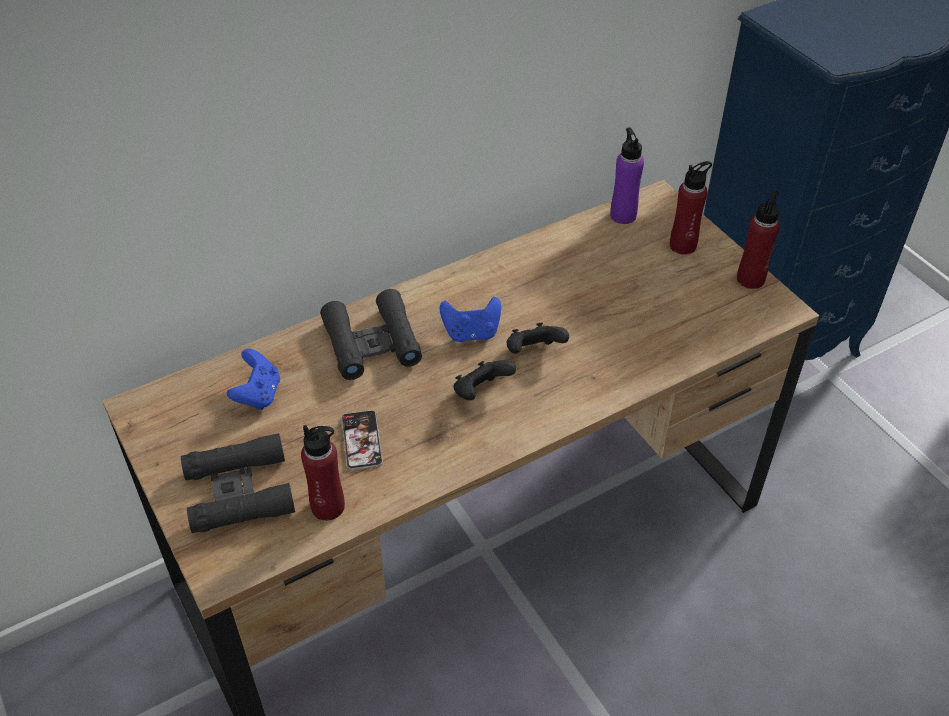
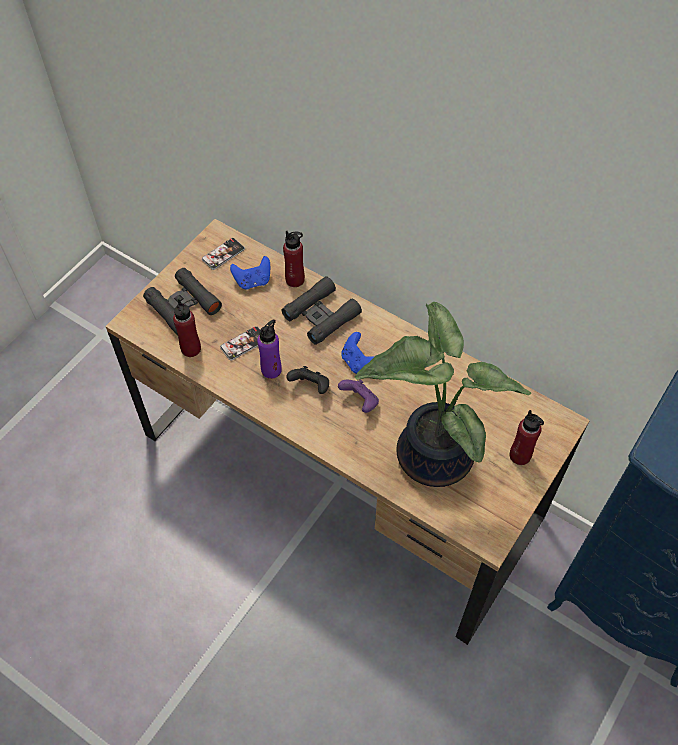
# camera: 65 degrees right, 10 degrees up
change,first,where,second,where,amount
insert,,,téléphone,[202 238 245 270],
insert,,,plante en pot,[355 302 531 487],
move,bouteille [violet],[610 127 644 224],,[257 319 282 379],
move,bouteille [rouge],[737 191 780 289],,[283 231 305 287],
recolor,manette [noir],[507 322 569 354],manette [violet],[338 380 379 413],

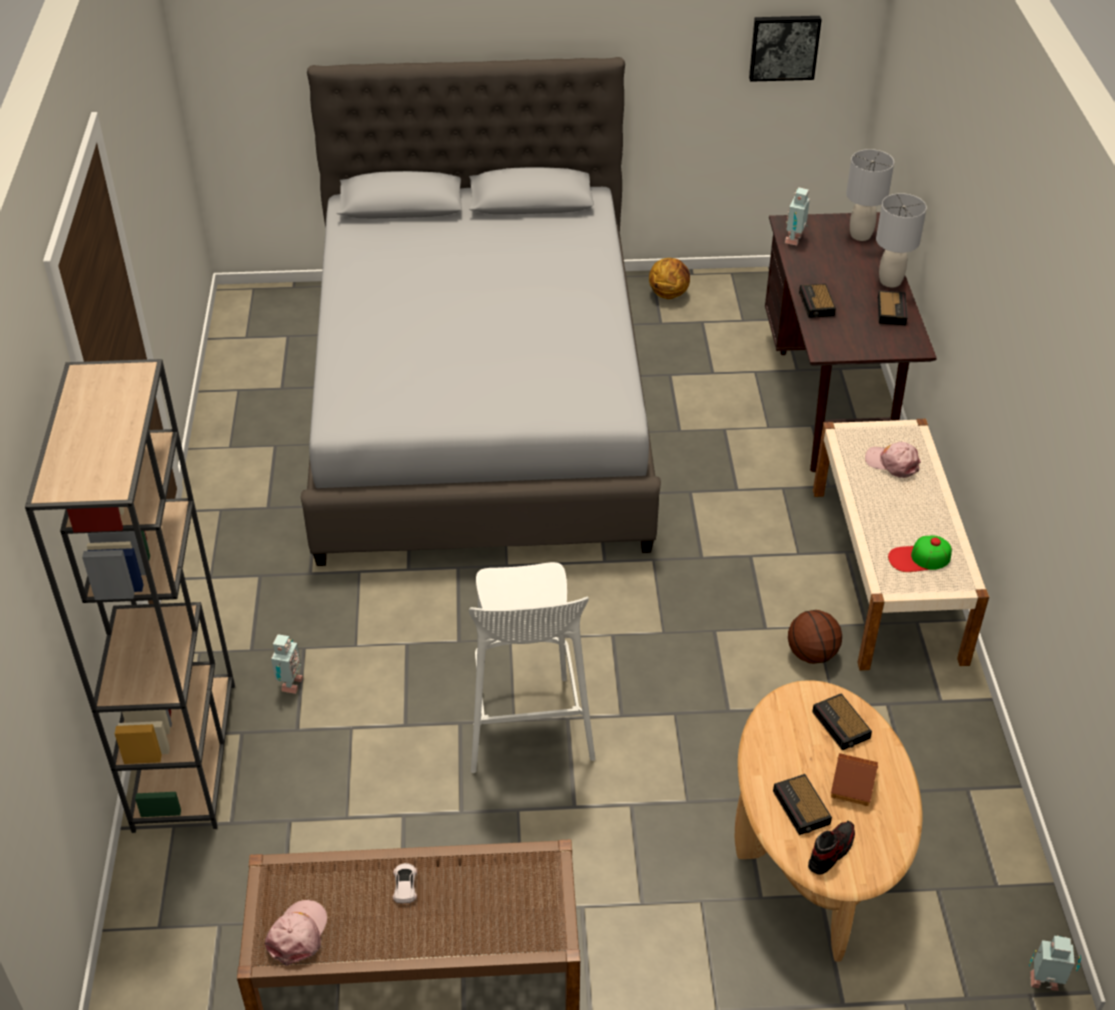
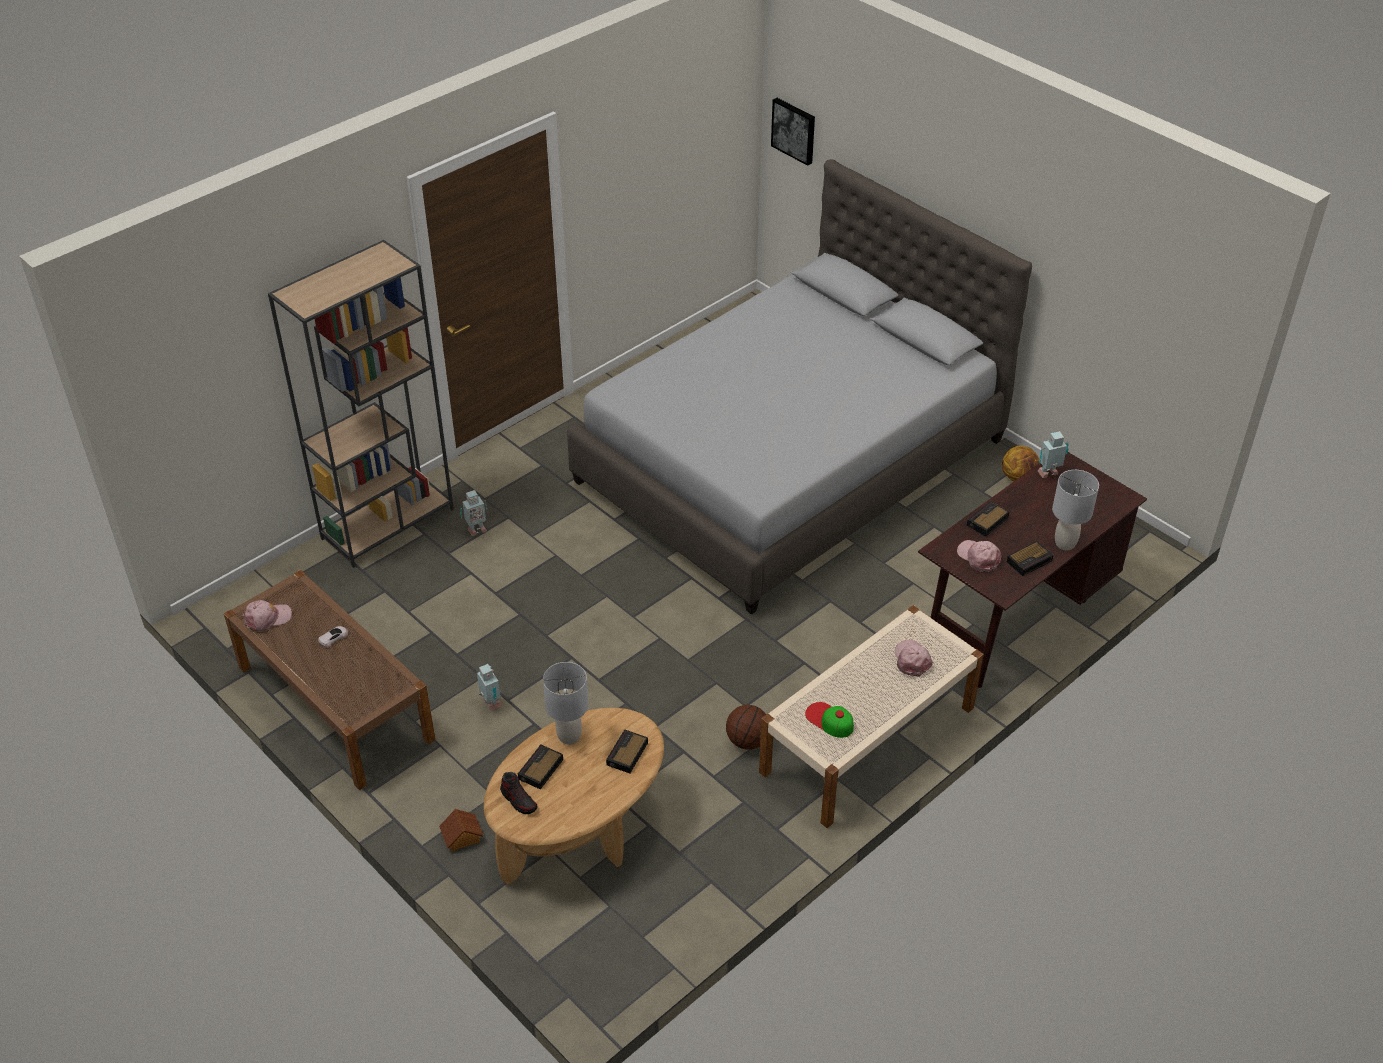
# camera: 50 degrees right, 0 degrees up
change,first,where,second,where,amount
delete,tabouret [blanc],[469 562 595 773],,,
insert,,,casquette [rose],[957 540 1002 572],
move,tableau,[749 16 822 82],,[771 98 815 166],
move,maison miniature,[831 753 878 806],,[439 809 484 852],
move,lampe de table [gris],[846 149 894 241],,[543 662 588 745],
move,robot jouet,[1029 935 1081 991],,[477 664 502 711],
rotate,chaussure,[808 821 855 875],,[500 772 537 814],45 degrees clockwise

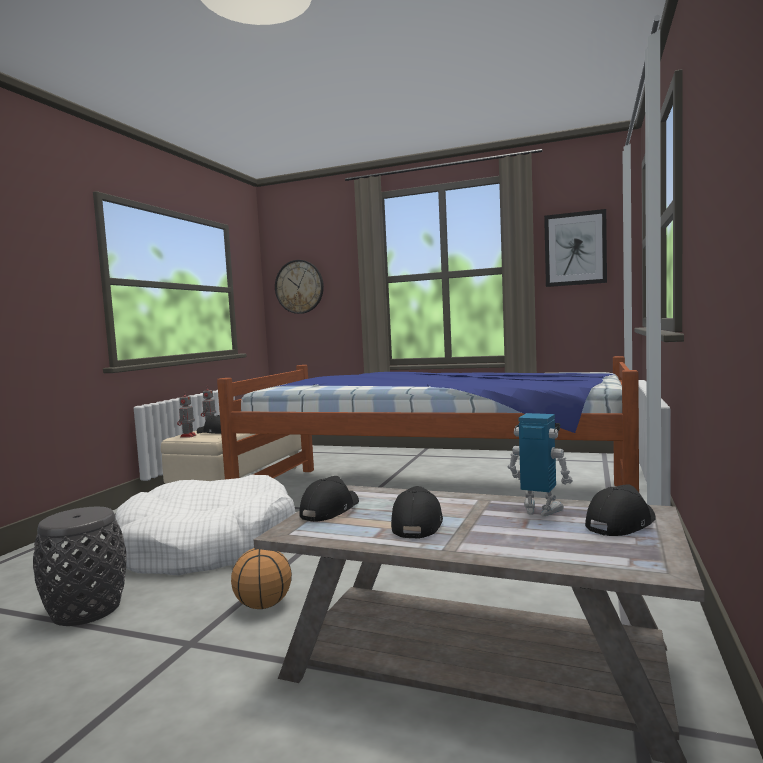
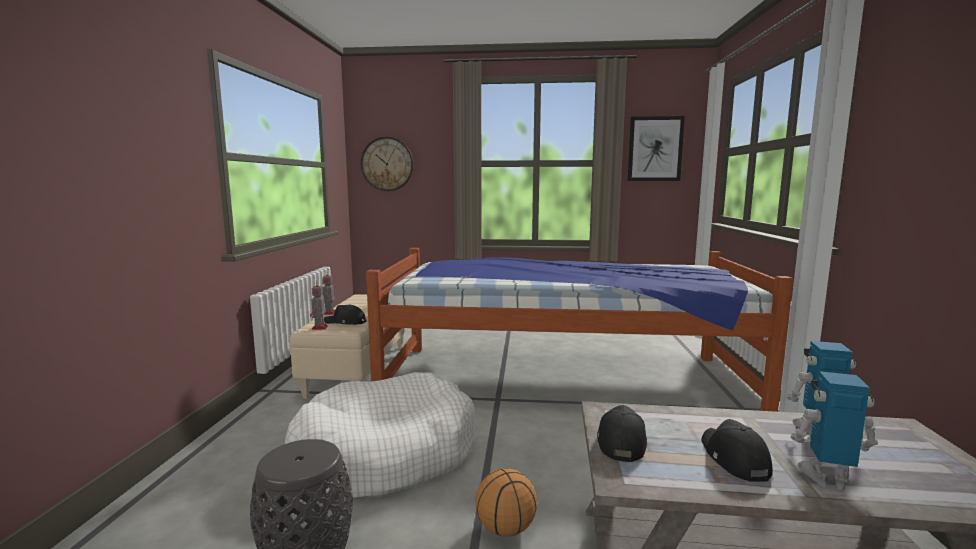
# camera: 15 degrees left, 5 degrees up
change,first,where,second,where,amount
delete,casquette [noir],[585 485 656 536],,,
insert,,,robot jouet,[791 371 878 490],

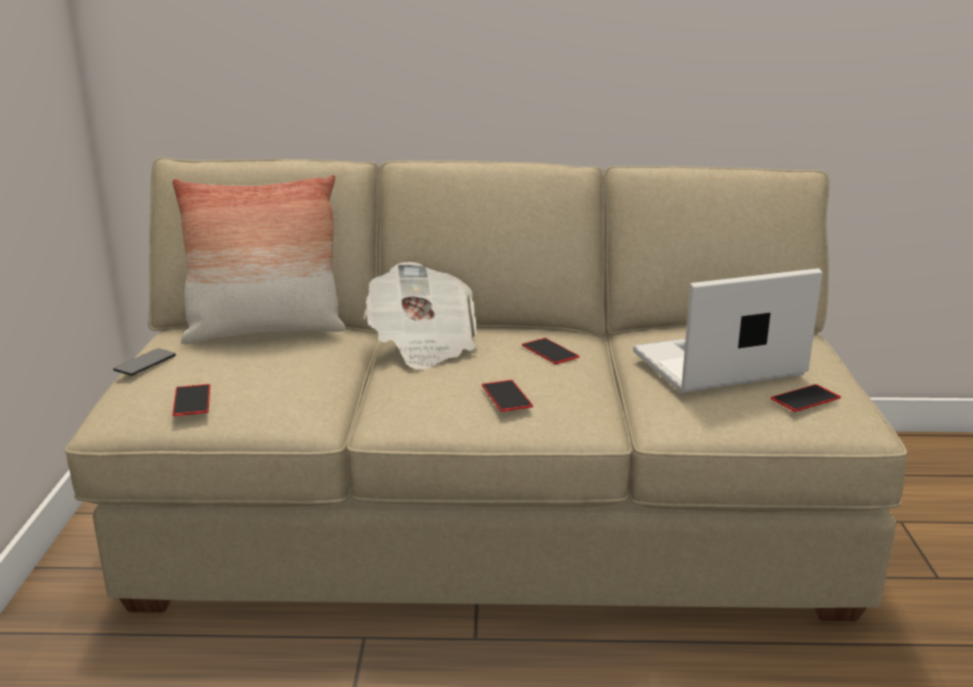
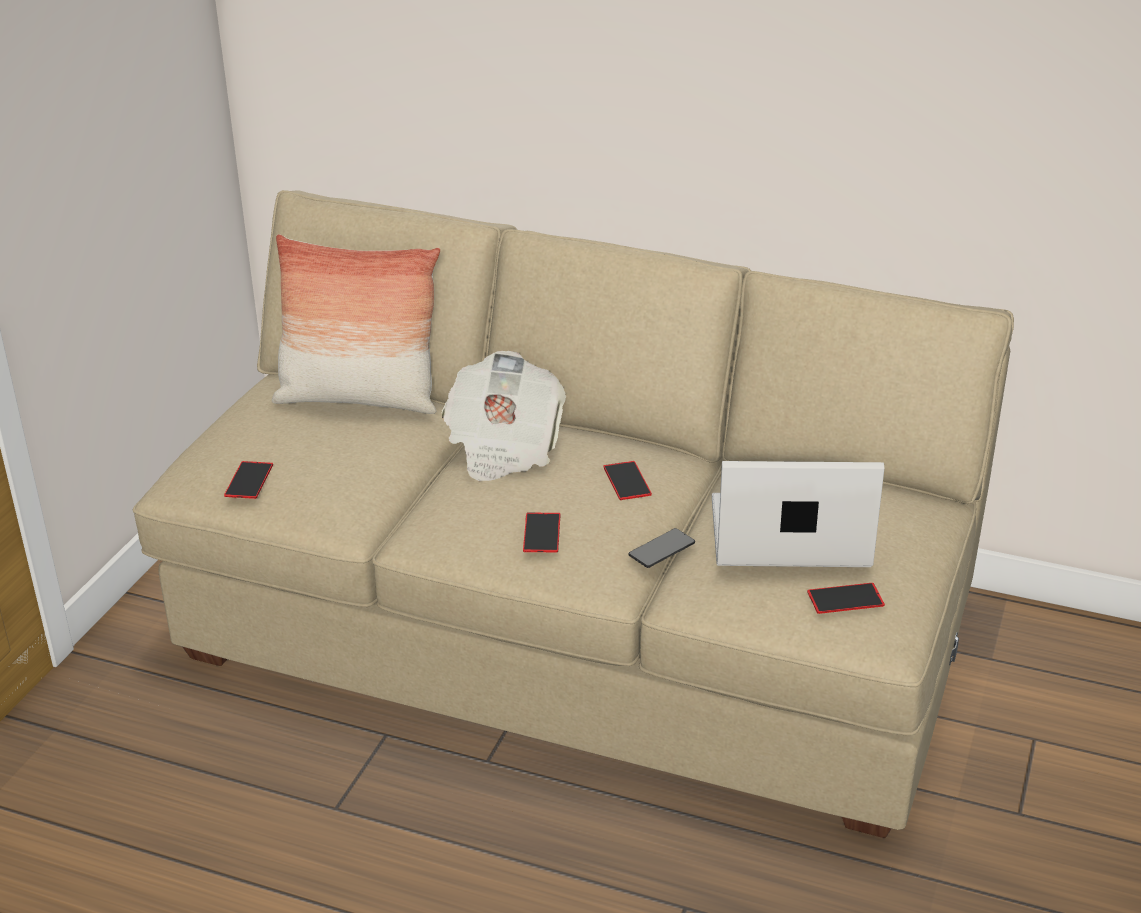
# camera: 20 degrees right, 10 degrees up
change,first,where,second,where,amount
move,téléphone,[113 348 176 376],,[628 528 695 568],

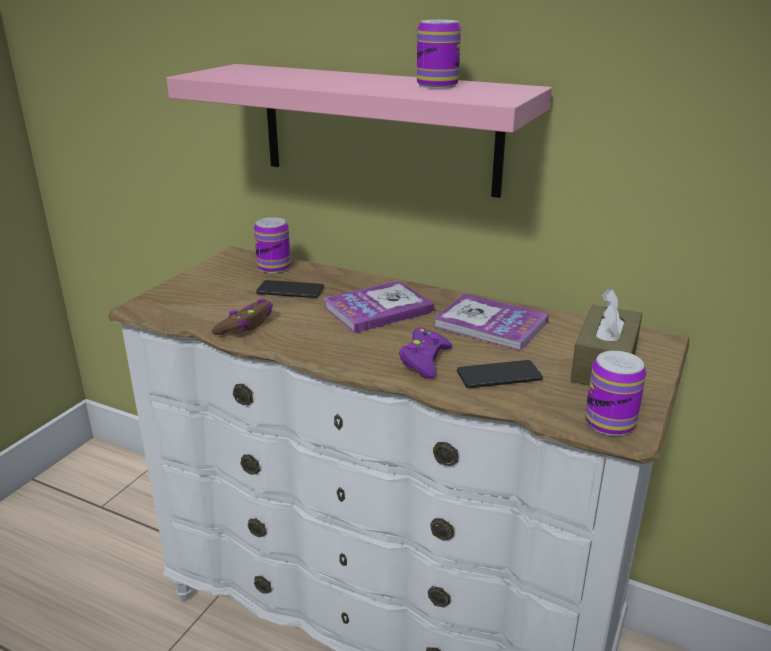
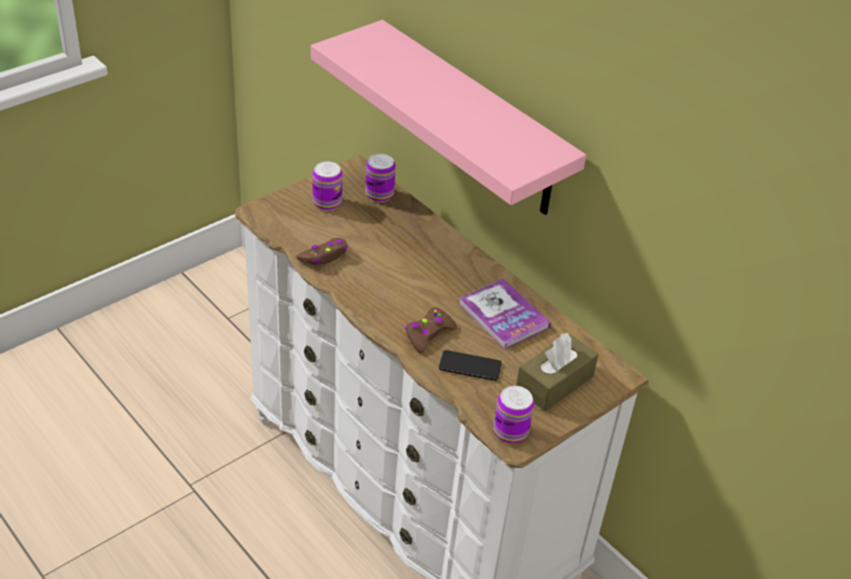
# camera: 20 degrees right, 15 degrees up
change,first,where,second,where,amount
delete,téléphone,[256 280 324 298],,,
delete,livre,[323 281 434 333],,,
move,boîte métallique,[417 20 461 89],,[313 161 342 211],
recolor,manette [violet],[399 327 452 379],manette [marron],[405 307 457 353],

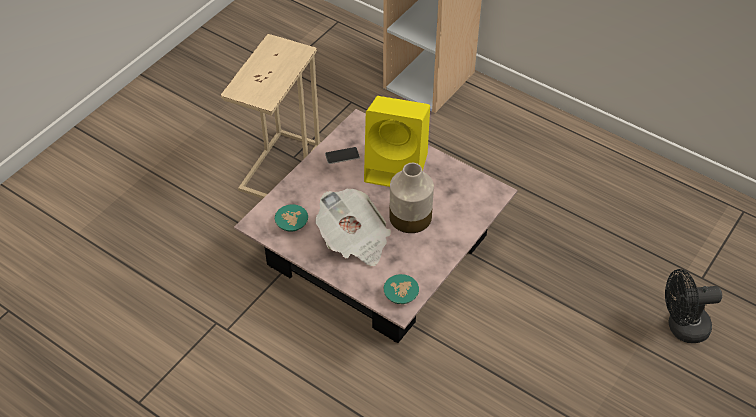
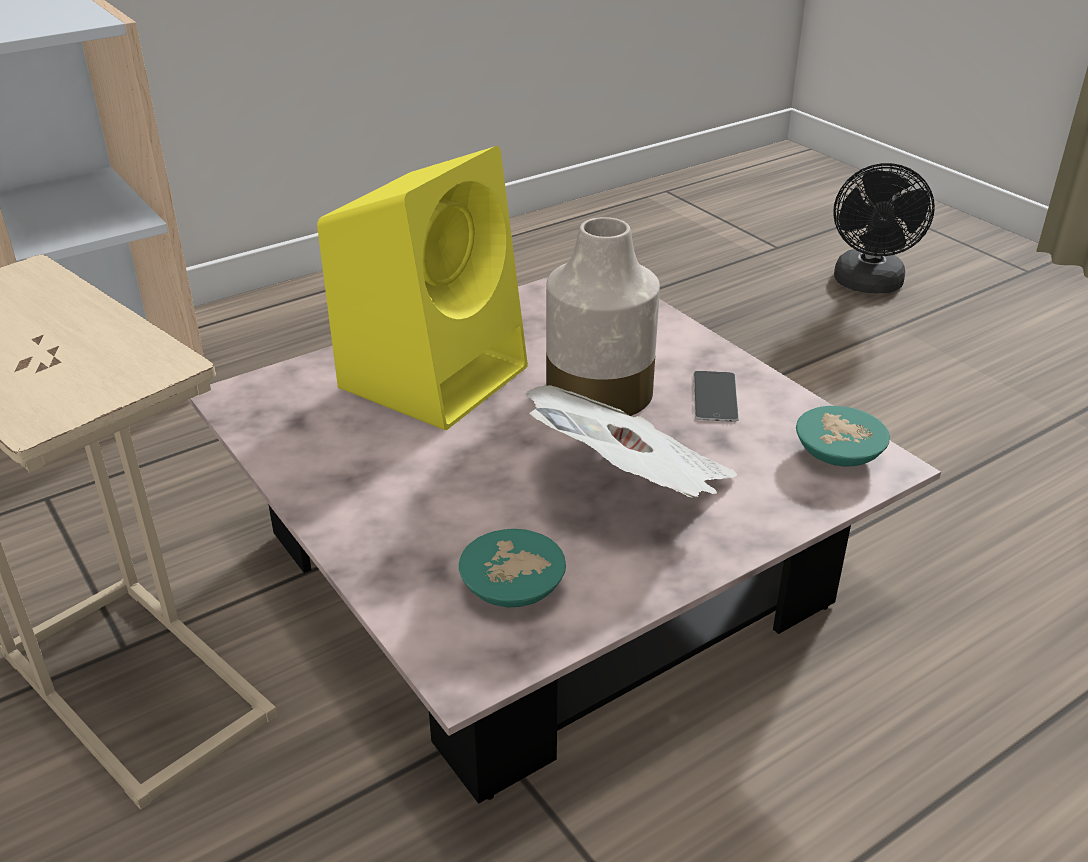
# camera: 70 degrees left, 15 degrees down
change,first,where,second,where,amount
move,téléphone,[325 147 360 164],,[694 371 739 422],

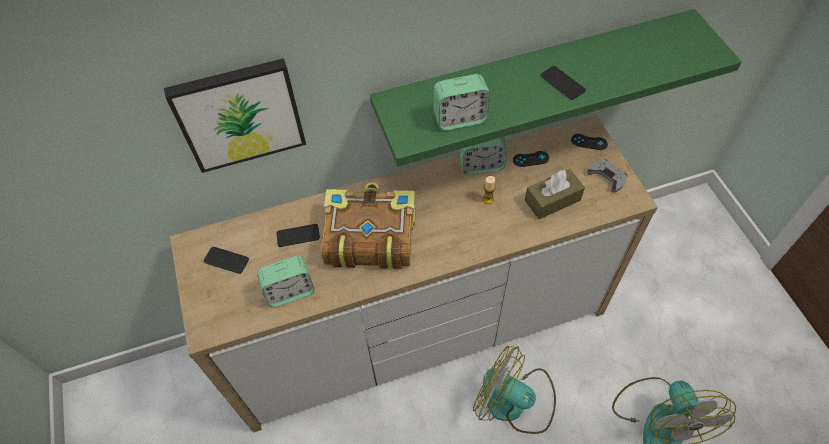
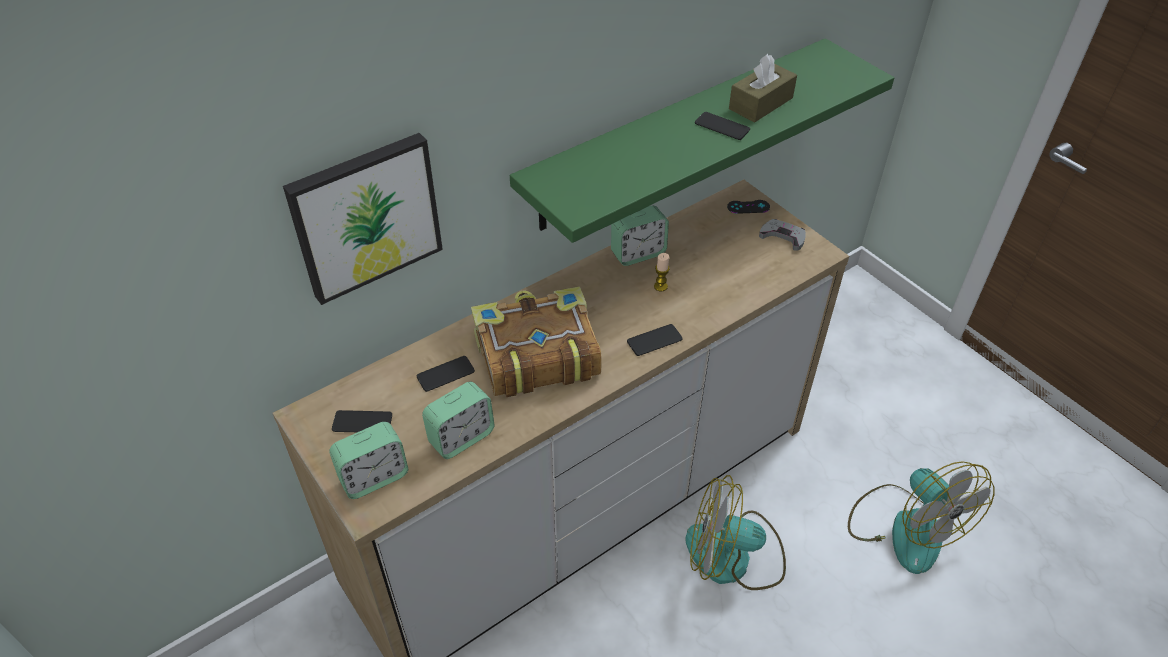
# camera: 20 degrees left, 10 degrees down
change,first,where,second,where,amount
delete,manette [noir],[513 151 549 167],,,
insert,,,téléphone,[627 324 683 356],
move,réveil,[433 74 490 131],,[329 422 408 499],
move,boîte à mouchoirs [marron],[525 169 585 219],,[729 54 797 123],

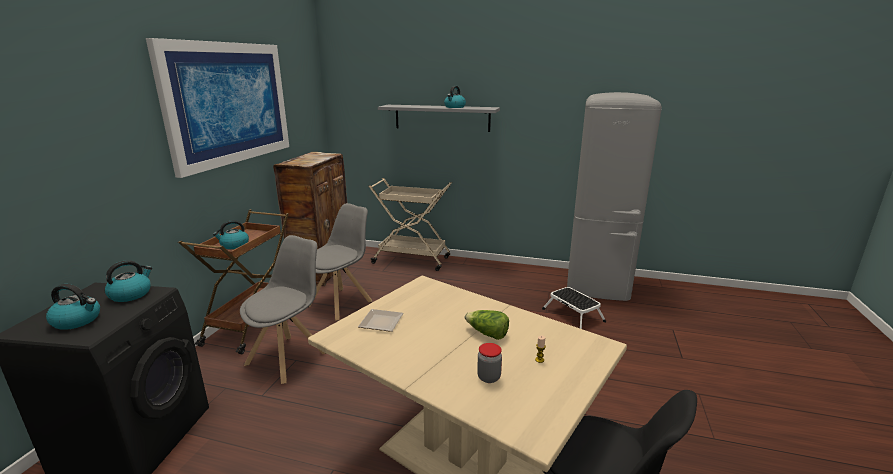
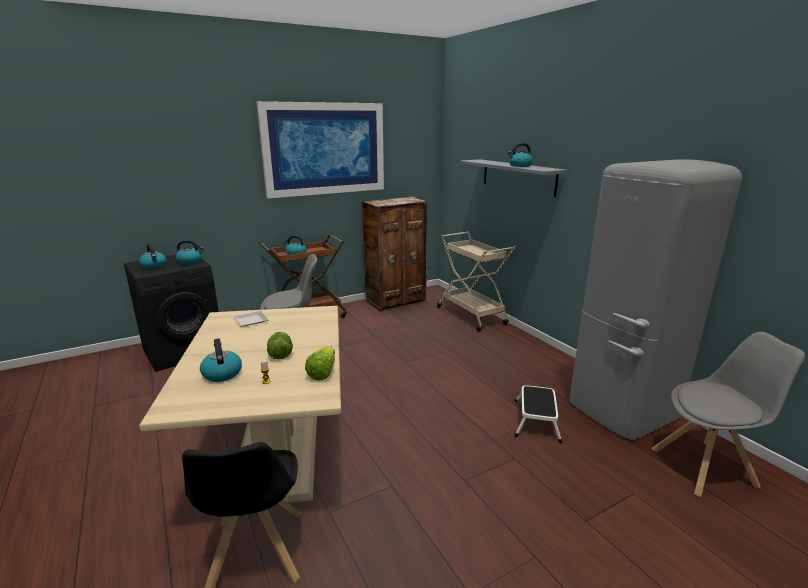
# camera: 45 degrees right, 0 degrees up
change,first,where,second,where,amount
insert,,,laitue,[305 346 335 381],
move,chaise [gris],[309 203 372 321],,[651 332 805 497],
replace,bocal,[477 343 502 383],bouilloire,[200 338 242 382],

